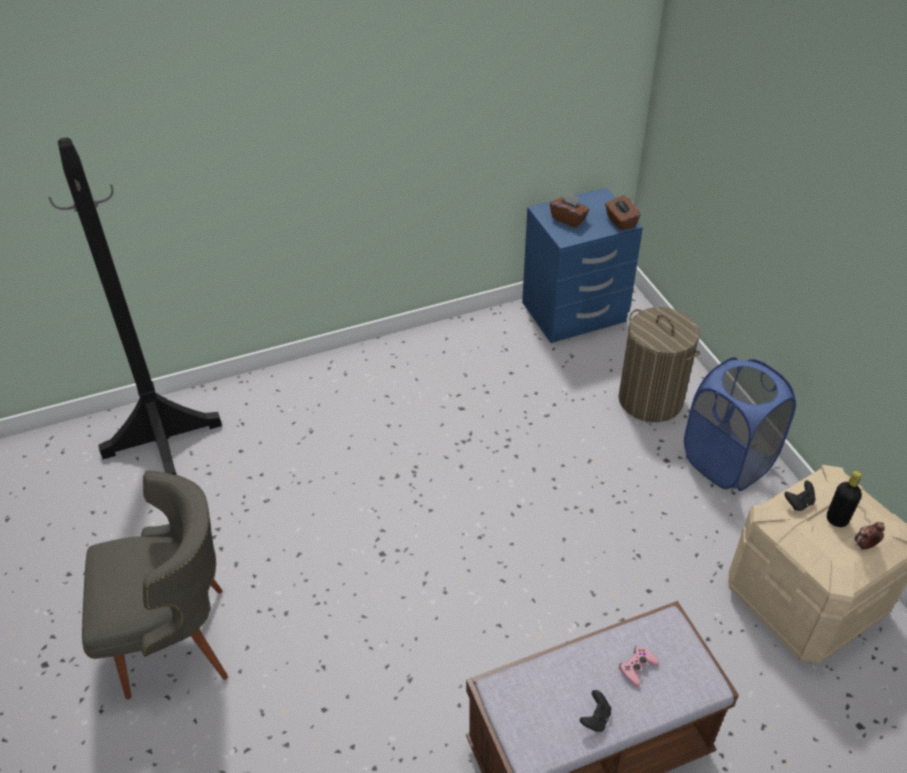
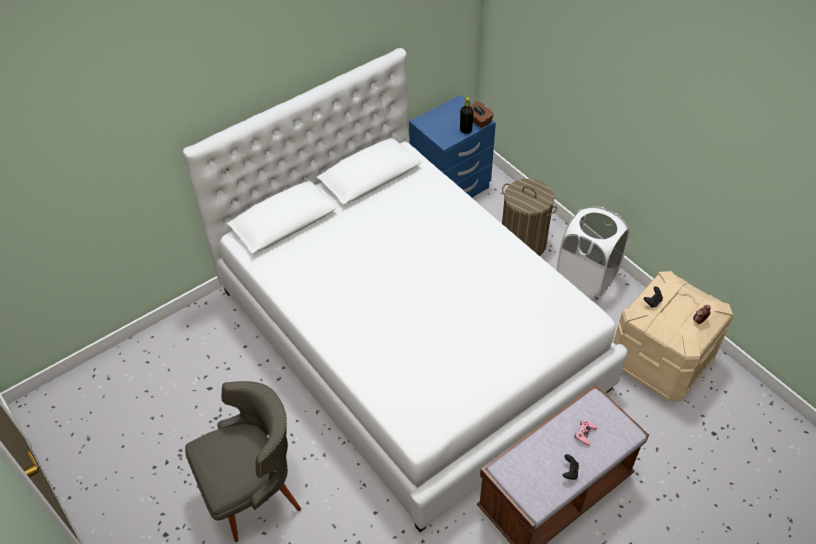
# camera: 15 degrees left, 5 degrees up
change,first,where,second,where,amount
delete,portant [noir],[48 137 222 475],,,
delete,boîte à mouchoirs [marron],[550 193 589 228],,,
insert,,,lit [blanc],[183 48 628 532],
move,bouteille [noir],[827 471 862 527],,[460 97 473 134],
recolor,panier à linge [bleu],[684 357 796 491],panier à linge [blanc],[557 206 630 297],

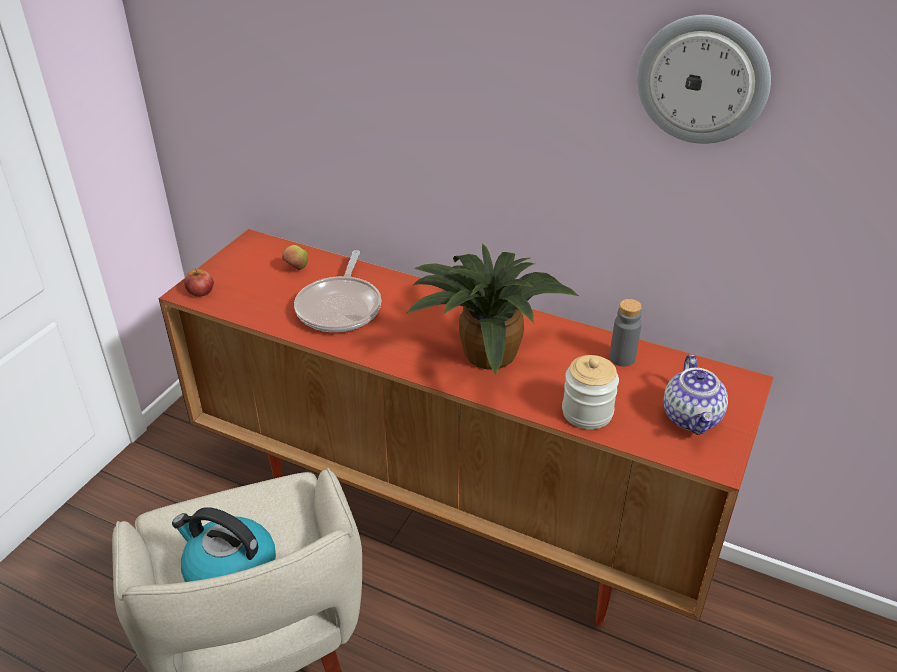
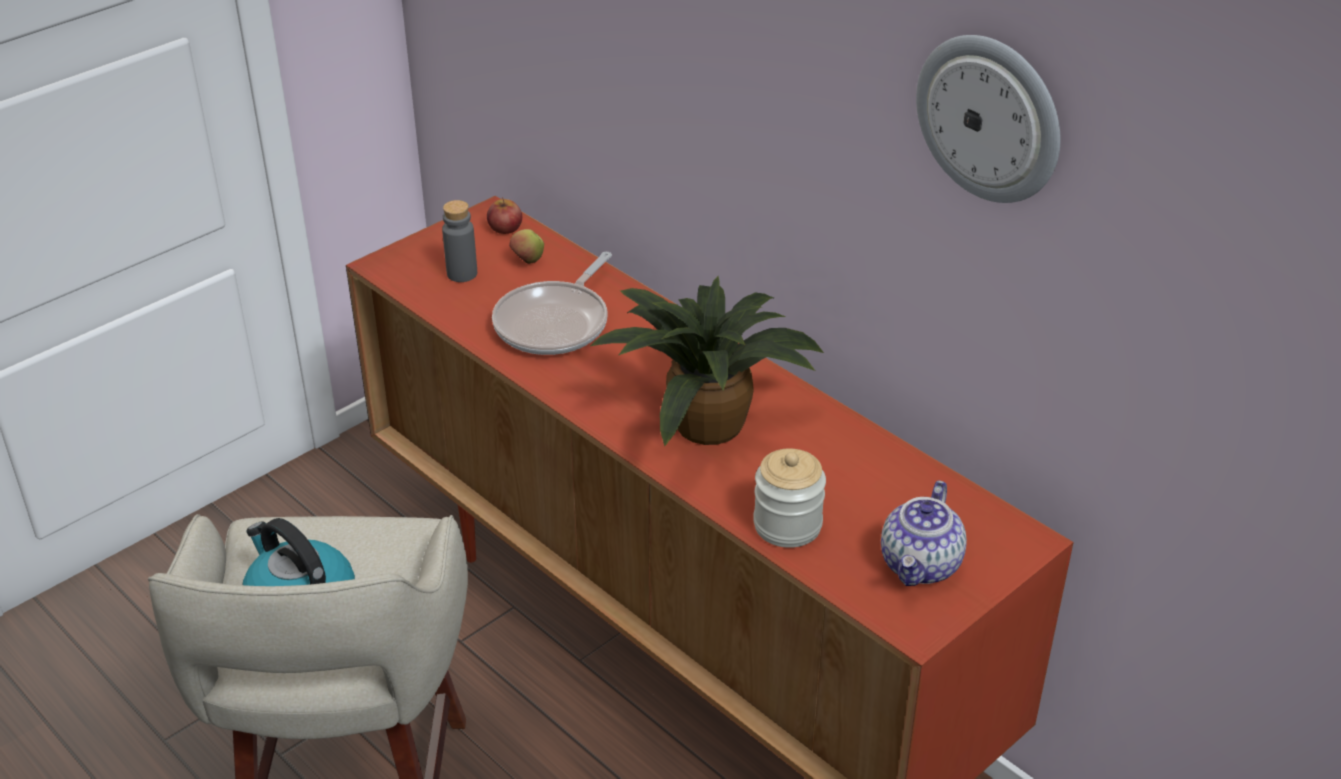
# camera: 20 degrees right, 0 degrees up
change,first,where,second,where,amount
move,pomme,[184 269 214 297],,[487 197 522 234],
move,bouteille [gris],[610 299 642 367],,[442 200 477 282],

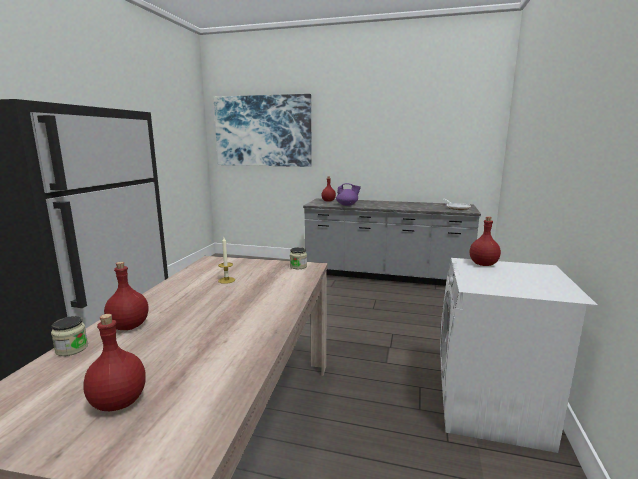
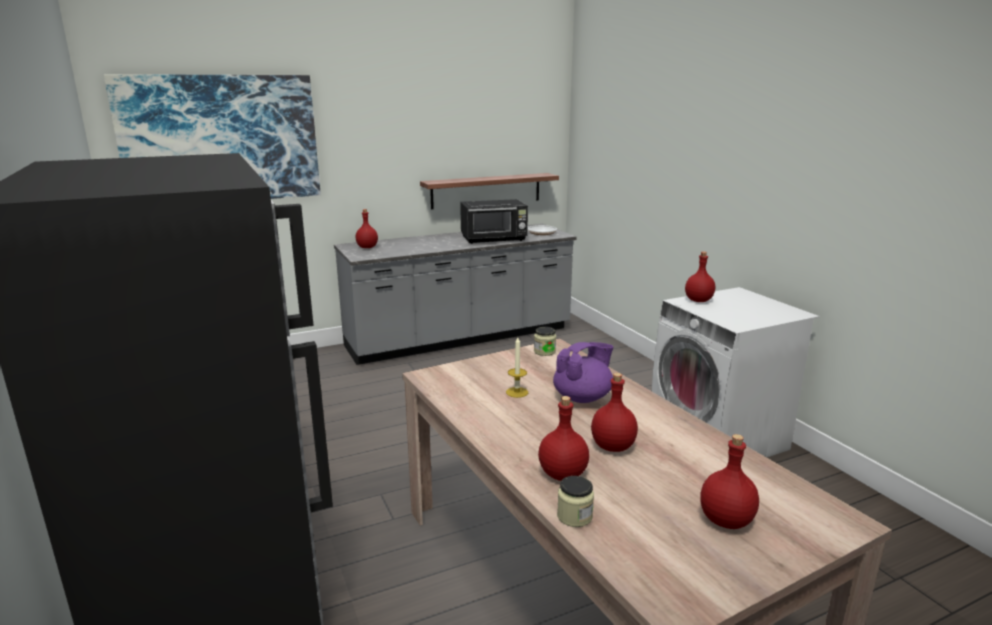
# camera: 40 degrees left, 5 degrees up
change,first,where,second,where,amount
insert,,,étagère,[420 173 559 209],
insert,,,micro-ondes [noir],[460 199 528 244],
insert,,,bouteille [rouge],[591 373 638 452],
move,théière [violet],[336 183 361 206],,[553 342 614 403],

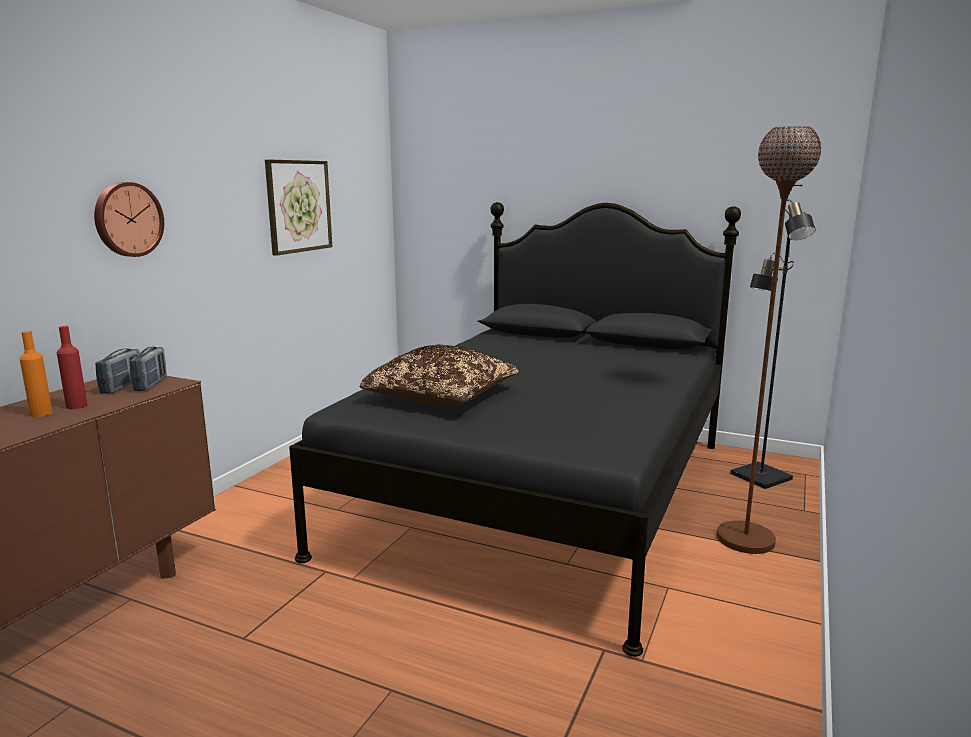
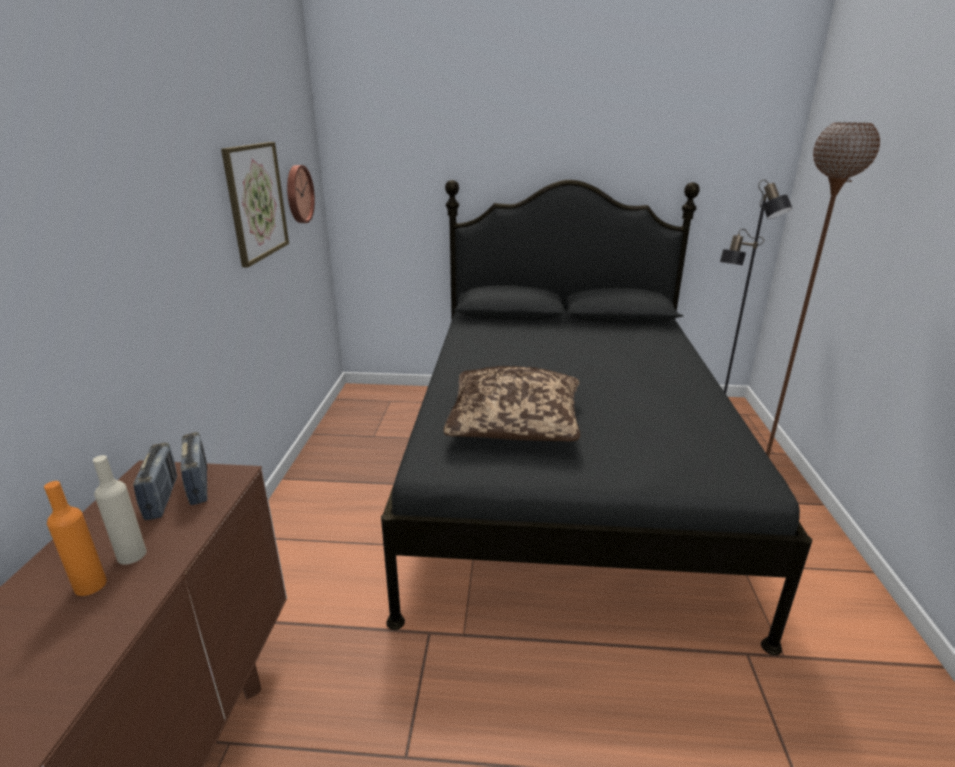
# camera: 20 degrees left, 10 degrees up
change,first,where,second,where,amount
move,horloge murale,[94 182 164 257],,[287 165 315 223],
recolor,bouteille [rouge],[57 326 87 409],bouteille [beige],[93 455 147 565],

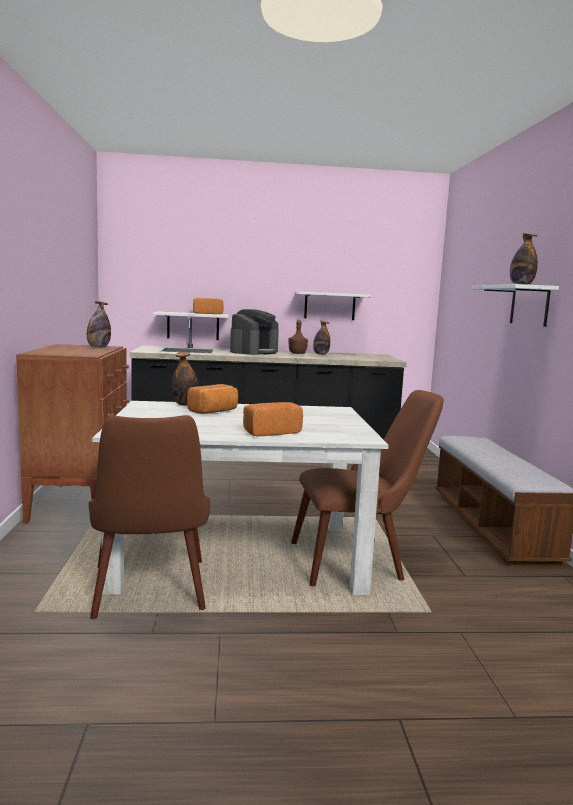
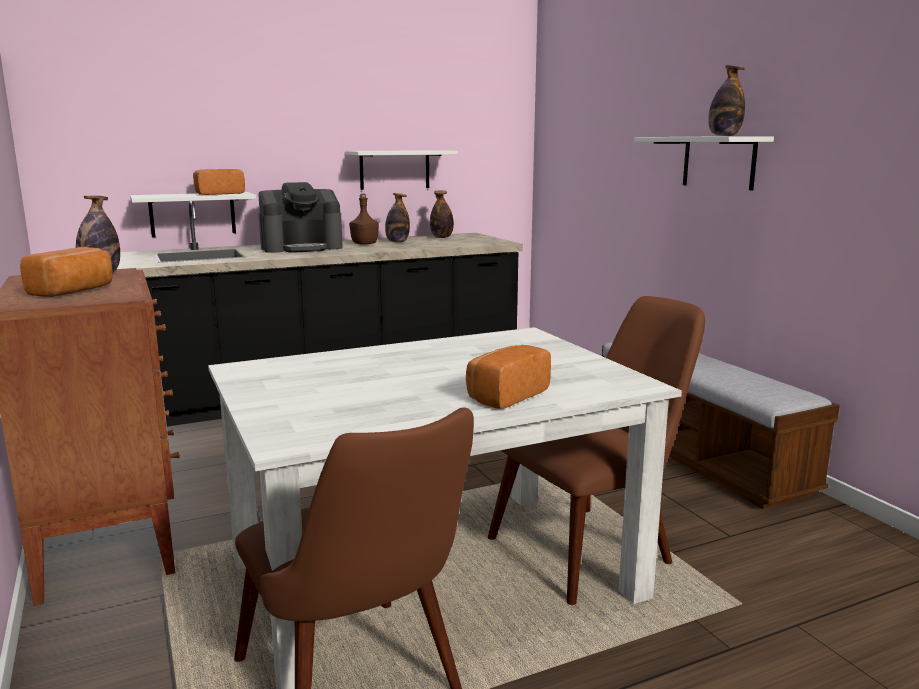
# camera: 20 degrees left, 5 degrees up
change,first,where,second,where,amount
move,bouteille,[172 352 199 406],,[430 190 454 238],
move,pain,[187 384 238 414],,[20 247 113 297],
rotate,machine à café,[230 309 279 355],,[258 182 343 253],60 degrees clockwise

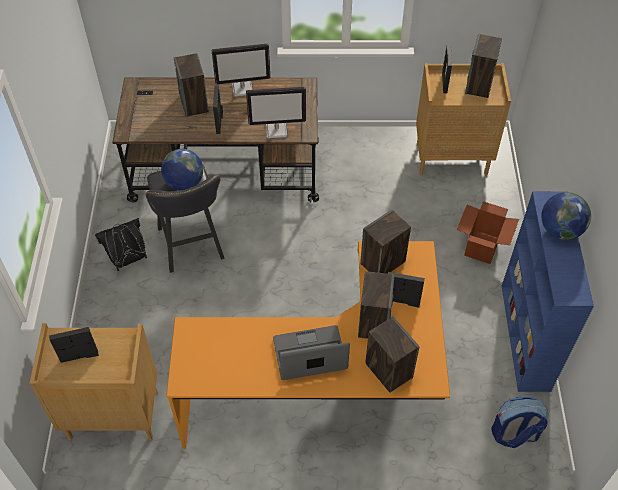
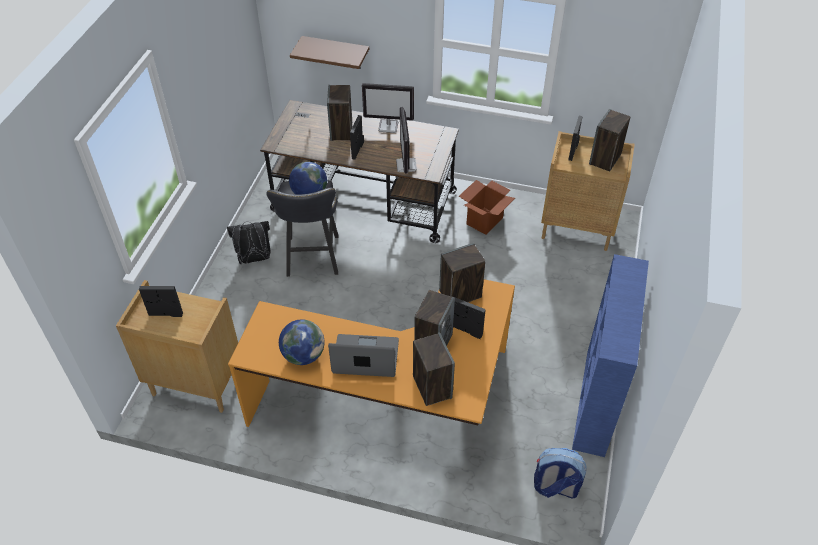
# camera: 15 degrees right, 5 degrees down
change,first,where,second,where,amount
insert,,,étagère [marron],[290 36 369 69],
move,carton,[457 201 519 264],,[459 180 515 235],
move,globe,[541 192 591 240],,[279 319 325 365],
rotate,écran d'ordinateur,[246 87 306 139],,[396 107 417 174],75 degrees clockwise

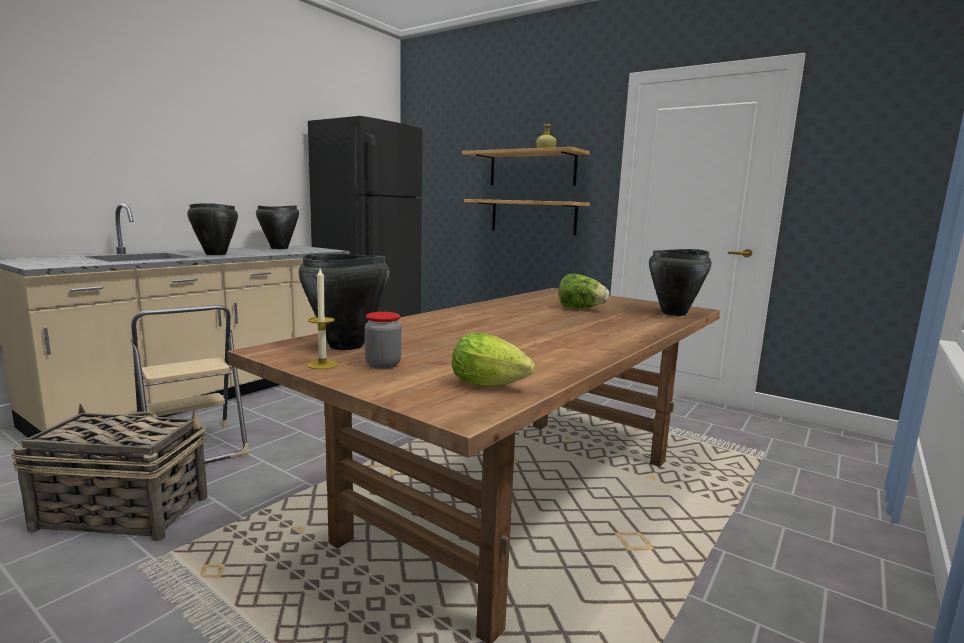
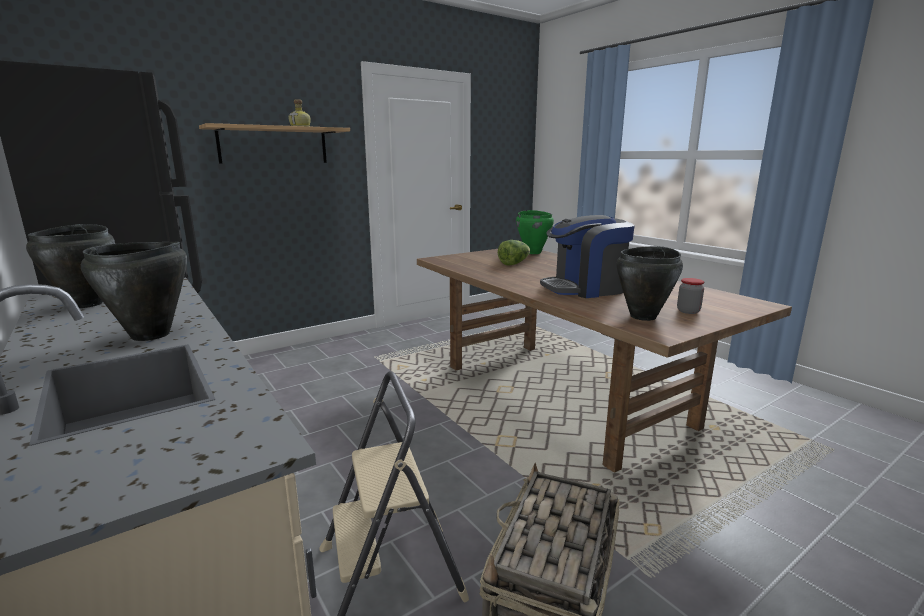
# camera: 70 degrees left, 5 degrees up
change,first,where,second,where,amount
delete,bougie,[307 269 339 369],,,
delete,laitue,[452 333 535 387],,,
delete,étagère,[464 199 590 236],,,
insert,,,machine à café,[540 215 635 298],
recolor,marmite [noir],[649 249 711 316],marmite [vert],[516 210 554 254],

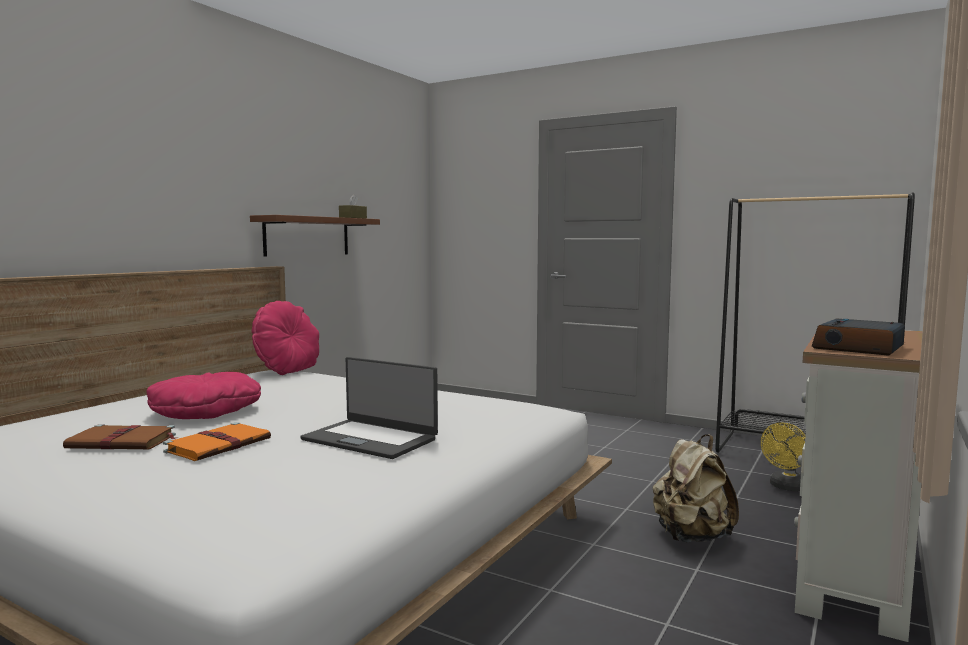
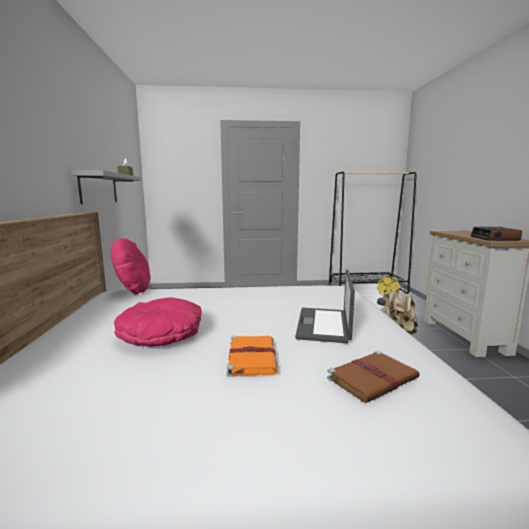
# camera: 35 degrees left, 5 degrees up
change,first,where,second,where,amount
move,livre [marron],[63 424 176 449],,[327 351 420 403],
recolor,étagère [marron],[250 215 380 257],étagère [gris],[71 170 141 204],
rotate,ordinateur portable,[300 357 438 459],,[295 270 355 343],105 degrees clockwise

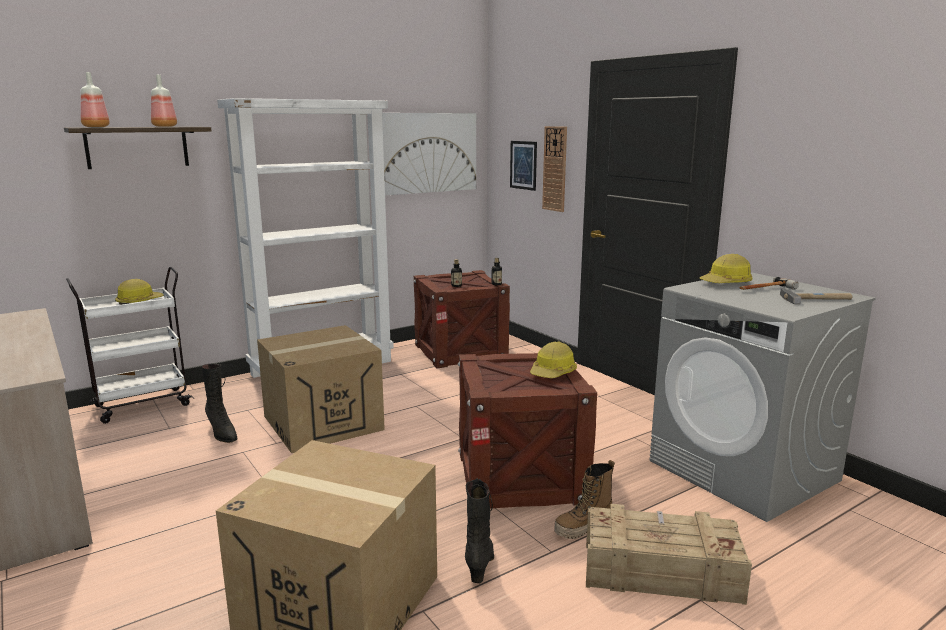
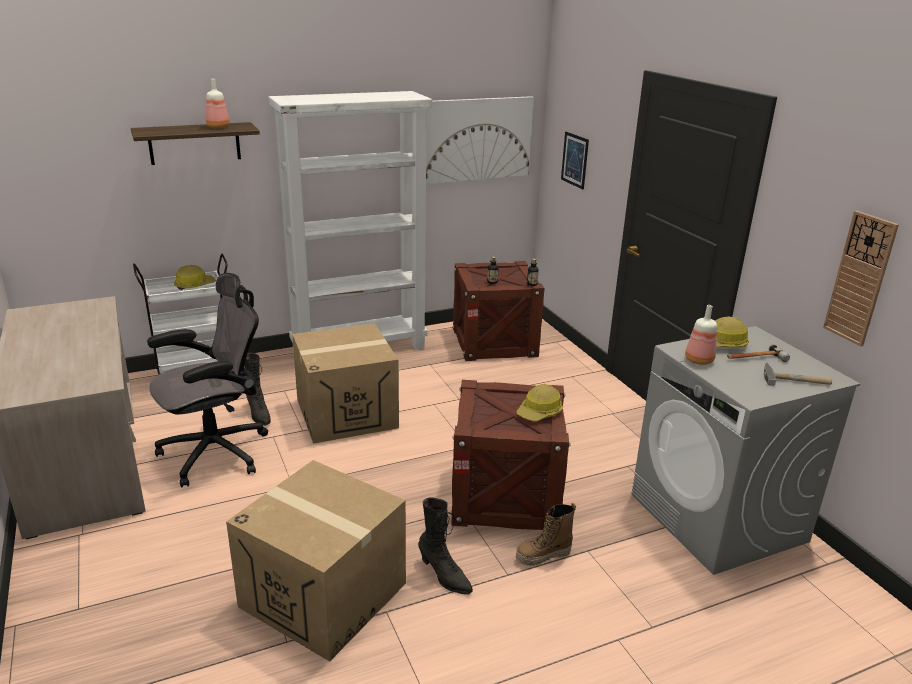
# camera: 10 degrees right, 10 degrees up
change,first,where,second,where,amount
delete,caisse,[586 504 752 605],,,
insert,,,chaise de bureau,[147 273 268 487],
move,bouteille,[80 72 110 127],,[685 305 717 365],
move,horloge murale,[542 126 567 212],,[823 211 899 347],
rotate,botte [noir],[465 478 494 583],,[418 497 473 595],120 degrees clockwise

